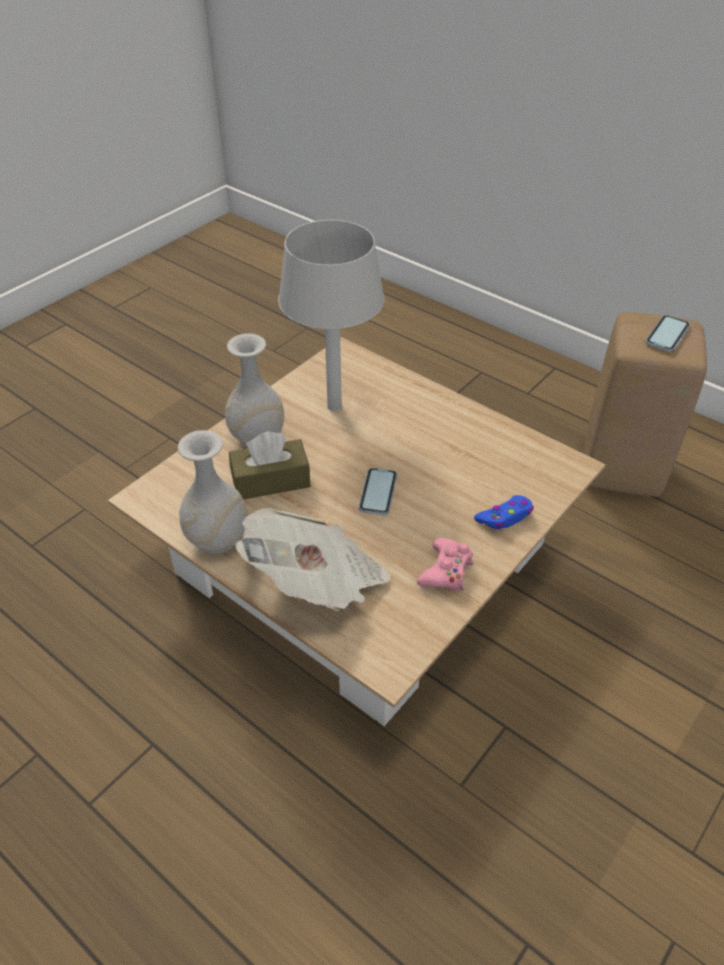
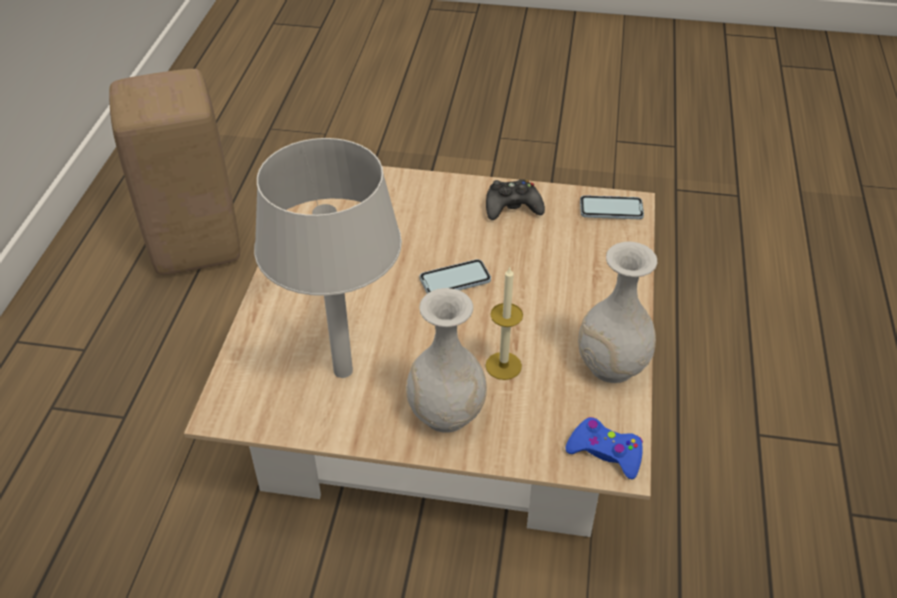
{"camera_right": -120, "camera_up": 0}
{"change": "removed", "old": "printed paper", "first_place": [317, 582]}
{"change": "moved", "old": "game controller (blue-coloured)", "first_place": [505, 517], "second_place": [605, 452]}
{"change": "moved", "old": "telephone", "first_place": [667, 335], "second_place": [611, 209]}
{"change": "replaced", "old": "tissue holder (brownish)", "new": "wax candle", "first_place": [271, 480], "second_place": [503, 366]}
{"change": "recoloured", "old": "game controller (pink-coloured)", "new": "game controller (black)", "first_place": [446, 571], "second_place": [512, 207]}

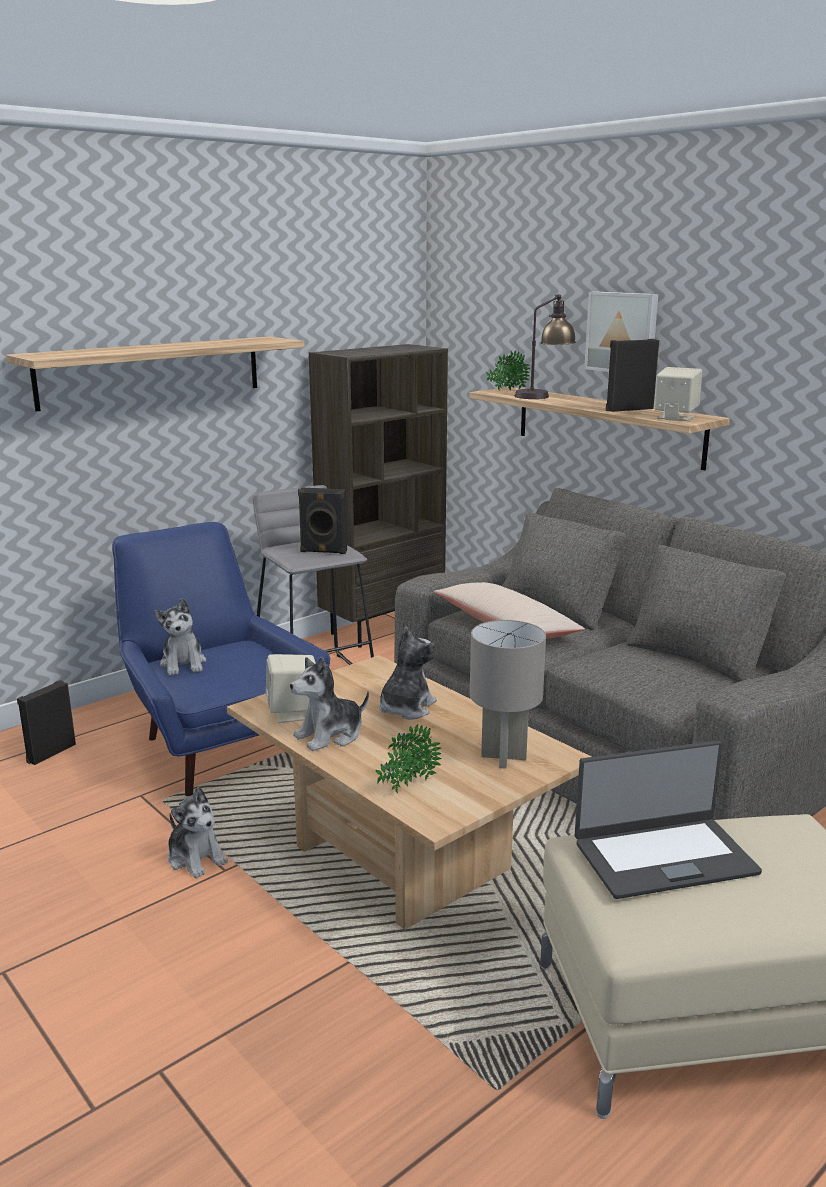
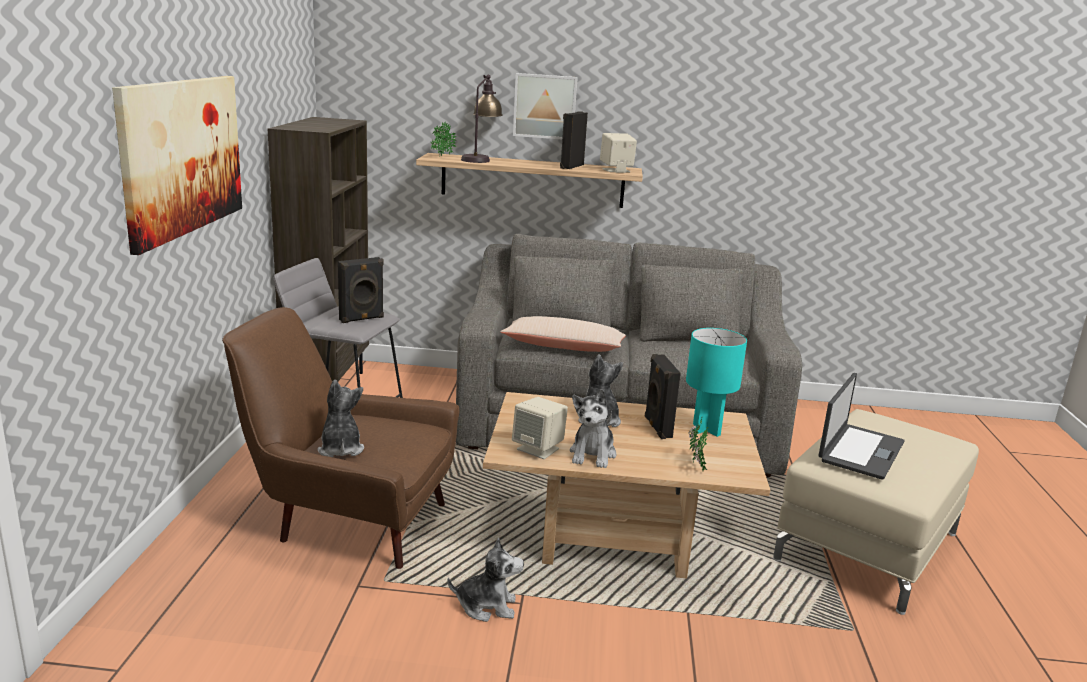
{"camera_right": -45, "camera_up": 0}
{"change": "moved", "old": "audio speaker (black)", "first_place": [50, 753], "second_place": [657, 427]}
{"change": "replaced", "old": "shelf", "new": "wall art", "first_place": [151, 371], "second_place": [182, 156]}
{"change": "recoloured", "old": "lounge chair (blue-coloured)", "new": "lounge chair (brownish)", "first_place": [216, 743], "second_place": [348, 521]}
{"change": "recoloured", "old": "lamp for a table (grey)", "new": "lamp for a table (turquoise)", "first_place": [503, 756], "second_place": [705, 429]}
{"change": "turned", "old": "soft toy", "first_place": [183, 664], "second_place": [340, 449], "degrees": -135}

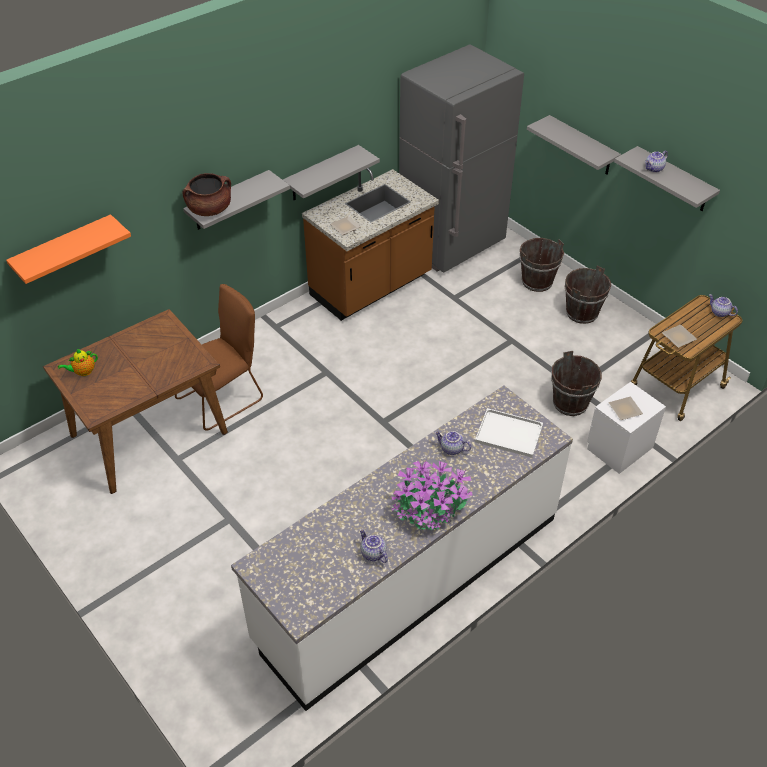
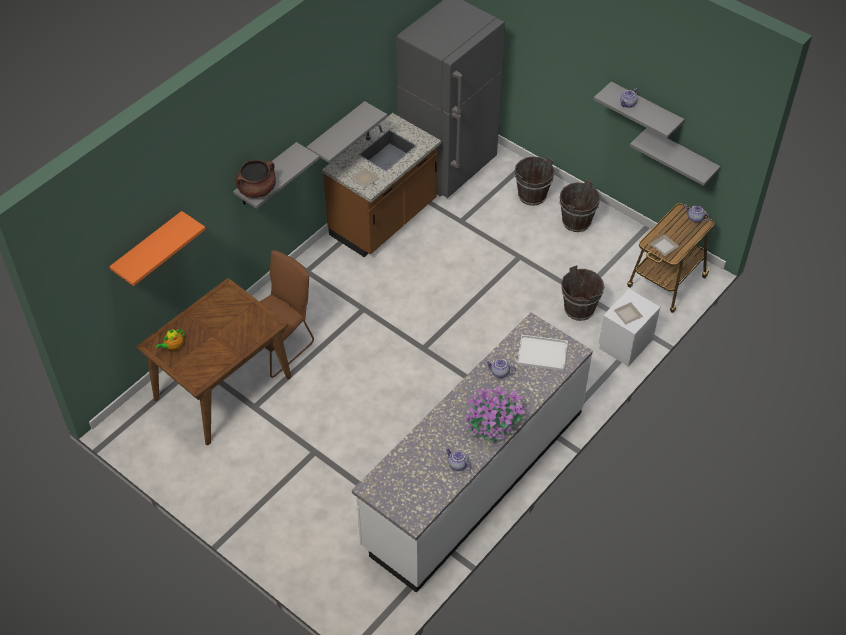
{"camera_right": -10, "camera_up": 5}
{"change": "moved", "old": "shelf (grey)", "first_place": [582, 146], "second_place": [681, 156]}

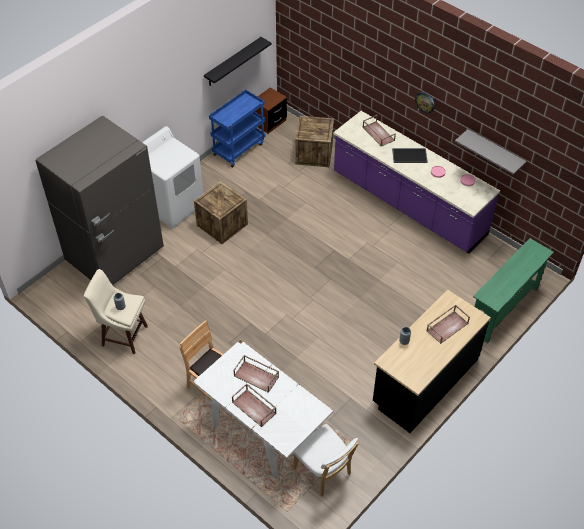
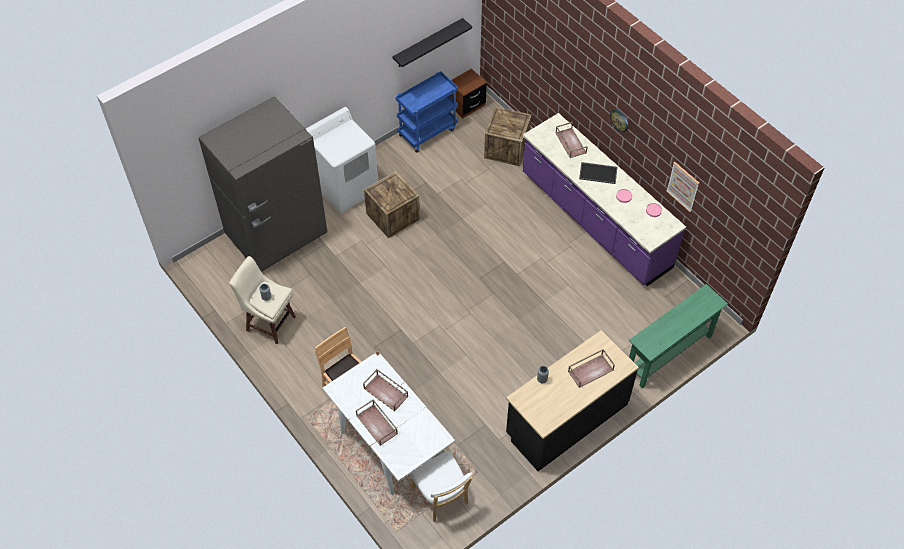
{"camera_right": 10, "camera_up": 5}
{"change": "replaced", "old": "shelf (grey)", "new": "wall art", "first_place": [495, 151], "second_place": [683, 186]}

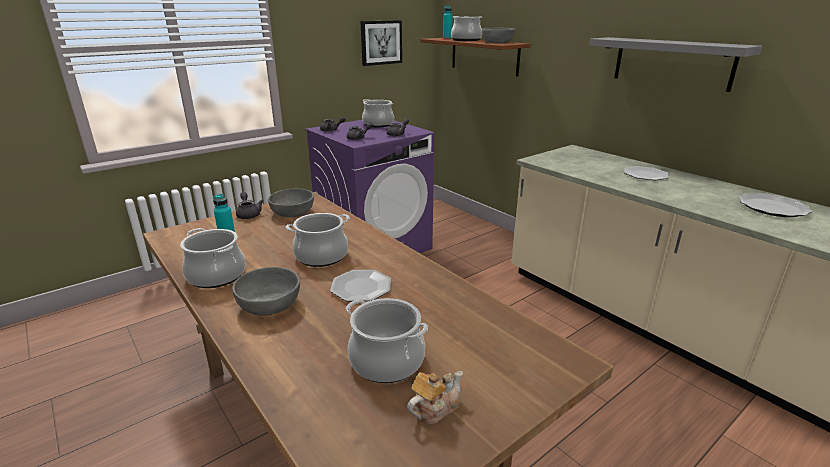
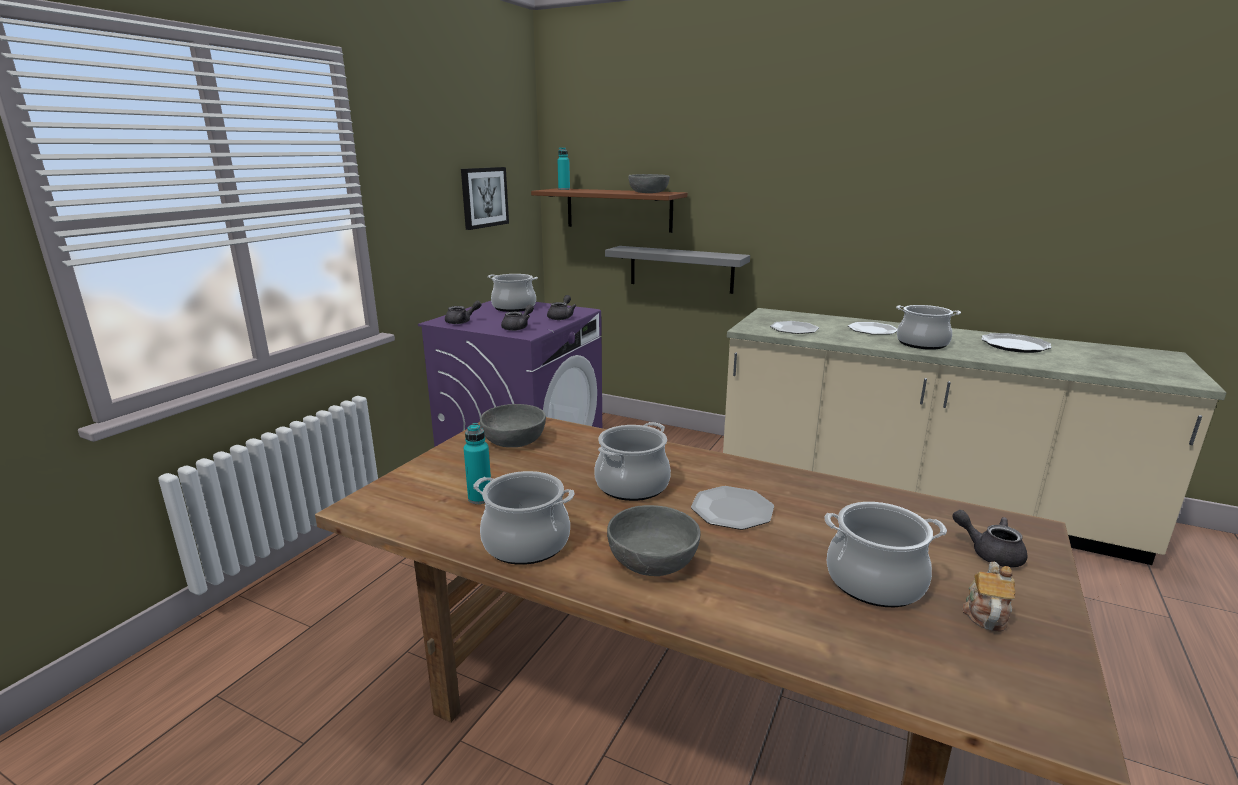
{"camera_right": -25, "camera_up": -5}
{"change": "added", "new": "dinner plate", "second_place": [794, 329]}
{"change": "moved", "old": "teapot (grey)", "first_place": [249, 214], "second_place": [990, 553]}
{"change": "moved", "old": "saucepot", "first_place": [466, 40], "second_place": [922, 343]}
{"change": "moved", "old": "shelf (grey)", "first_place": [672, 63], "second_place": [681, 269]}

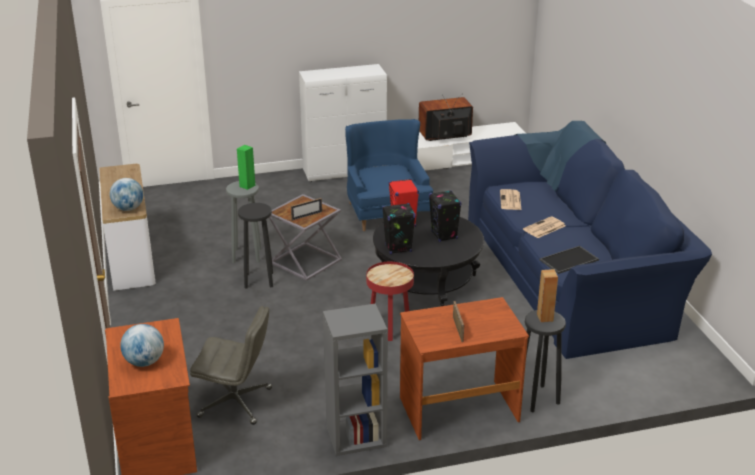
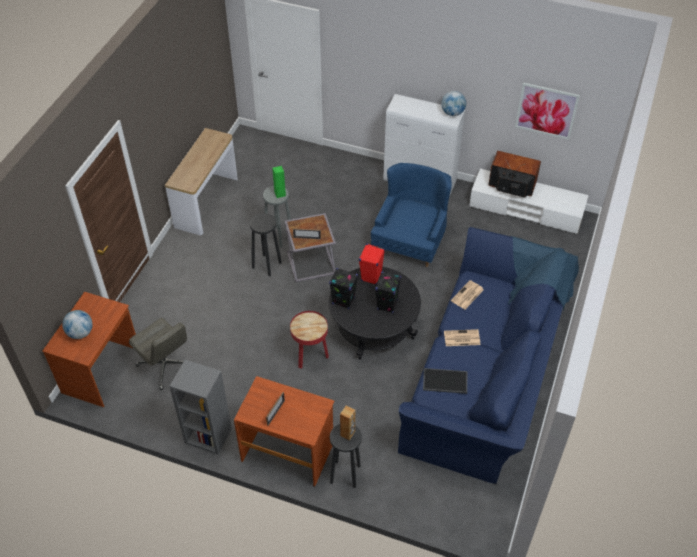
{"camera_right": 35, "camera_up": 20}
{"change": "added", "new": "wall art", "second_place": [546, 111]}
{"change": "moved", "old": "desk globe", "first_place": [128, 208], "second_place": [452, 113]}

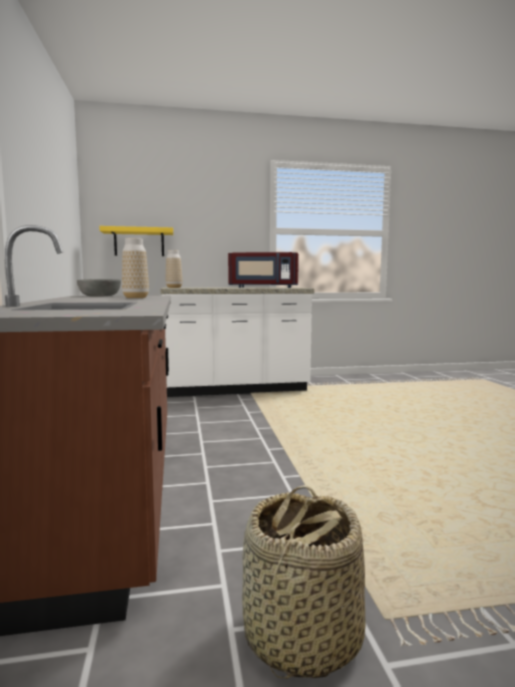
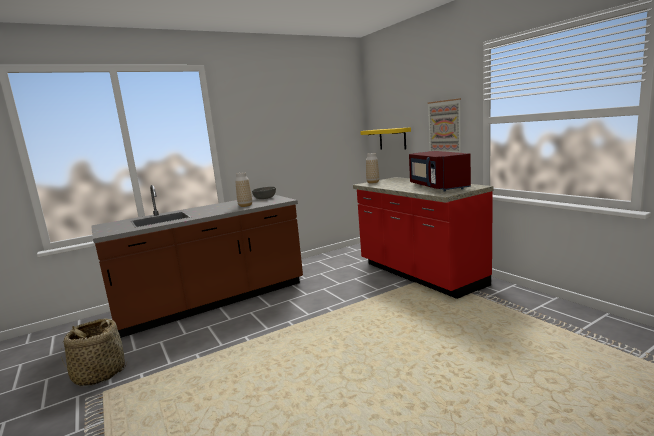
{"camera_right": 70, "camera_up": 5}
{"change": "added", "new": "wall art", "second_place": [445, 128]}
{"change": "recoloured", "old": "kitchen base unit (white)", "new": "kitchen base unit (reddish)", "first_place": [235, 389], "second_place": [419, 275]}

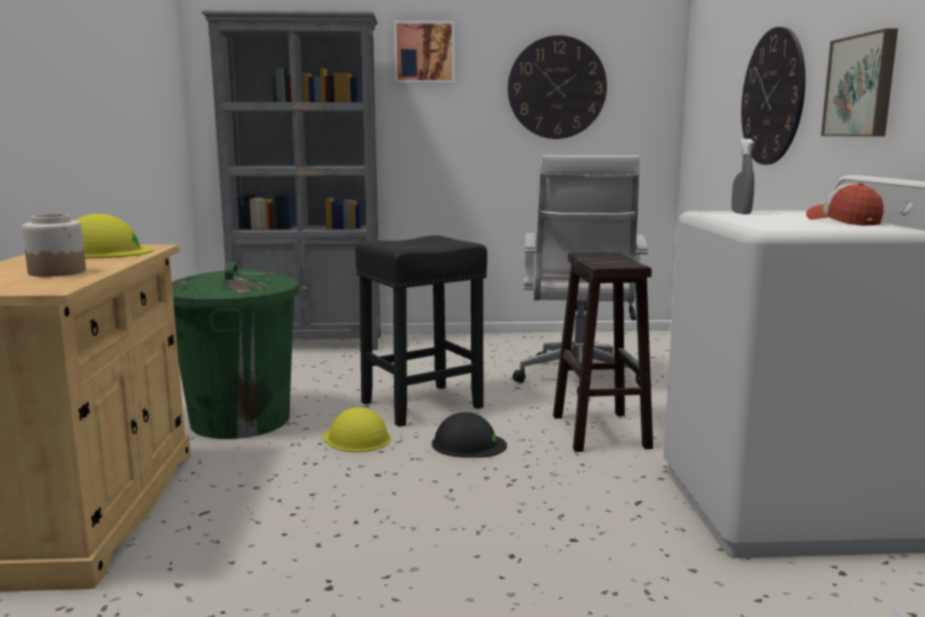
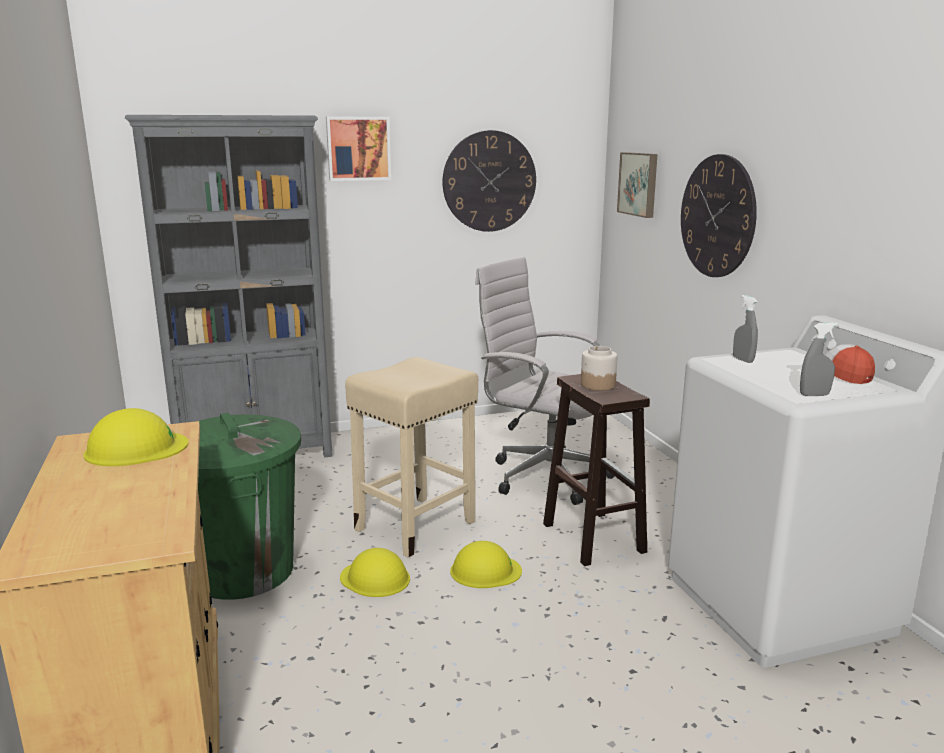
{"camera_right": -15, "camera_up": 5}
{"change": "added", "new": "hand sprayer (grey)", "second_place": [814, 395]}
{"change": "moved", "old": "preserve jar", "first_place": [57, 272], "second_place": [597, 385]}
{"change": "moved", "old": "wall art", "first_place": [862, 86], "second_place": [639, 184]}
{"change": "recoloured", "old": "stool (black)", "new": "stool (beige-coloured)", "first_place": [423, 404], "second_place": [416, 525]}
{"change": "recoloured", "old": "hard hat (black)", "new": "hard hat (yellow-coloured)", "first_place": [468, 444], "second_place": [485, 571]}
{"change": "turned", "old": "computer chair (white)", "first_place": [578, 380], "second_place": [544, 475], "degrees": 135}

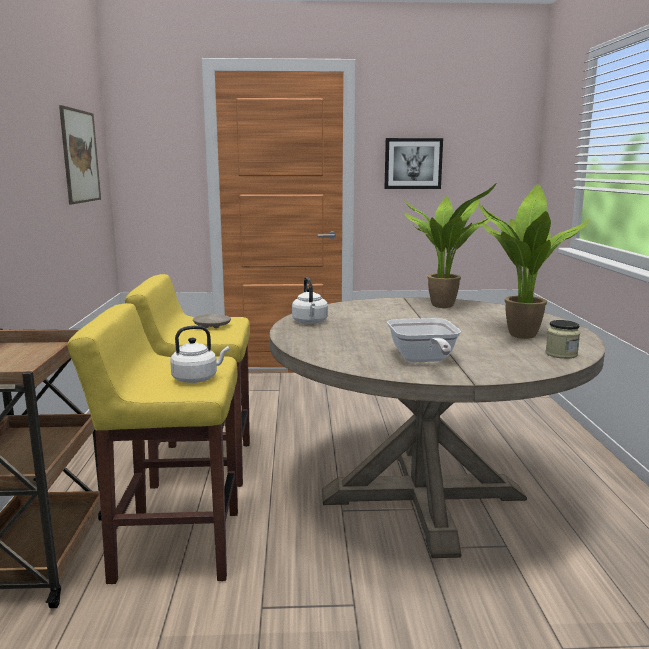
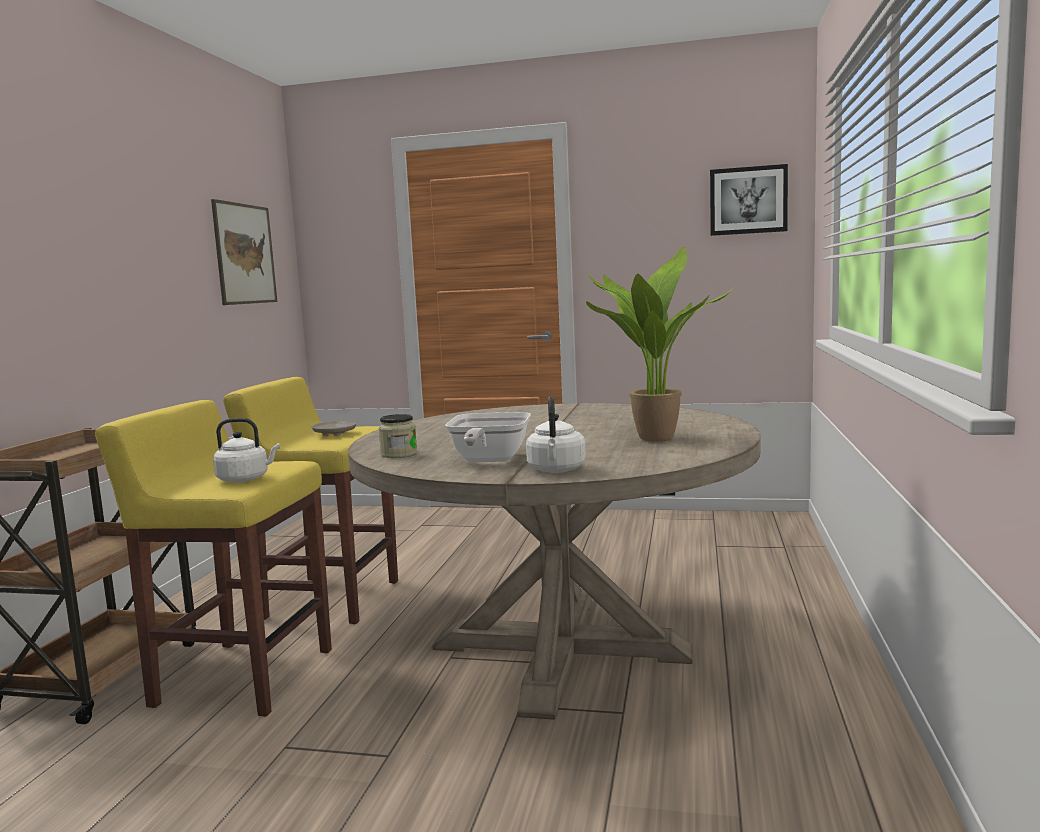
{"camera_right": 15, "camera_up": -5}
{"change": "removed", "old": "houseplant", "first_place": [445, 305]}
{"change": "moved", "old": "kettle (white)", "first_place": [310, 322], "second_place": [556, 470]}
{"change": "moved", "old": "wall art", "first_place": [413, 163], "second_place": [748, 200]}
{"change": "moved", "old": "preserve jar", "first_place": [561, 354], "second_place": [399, 454]}

